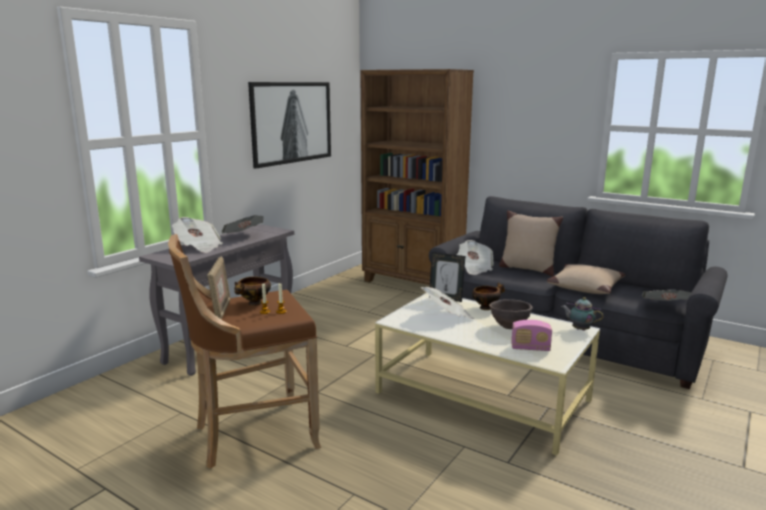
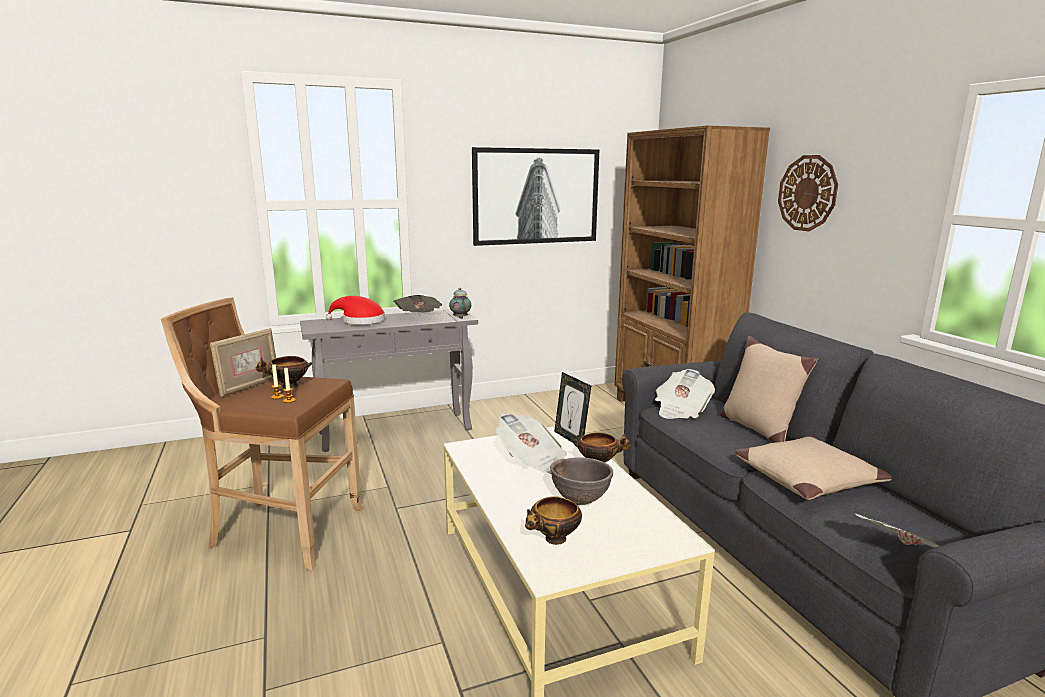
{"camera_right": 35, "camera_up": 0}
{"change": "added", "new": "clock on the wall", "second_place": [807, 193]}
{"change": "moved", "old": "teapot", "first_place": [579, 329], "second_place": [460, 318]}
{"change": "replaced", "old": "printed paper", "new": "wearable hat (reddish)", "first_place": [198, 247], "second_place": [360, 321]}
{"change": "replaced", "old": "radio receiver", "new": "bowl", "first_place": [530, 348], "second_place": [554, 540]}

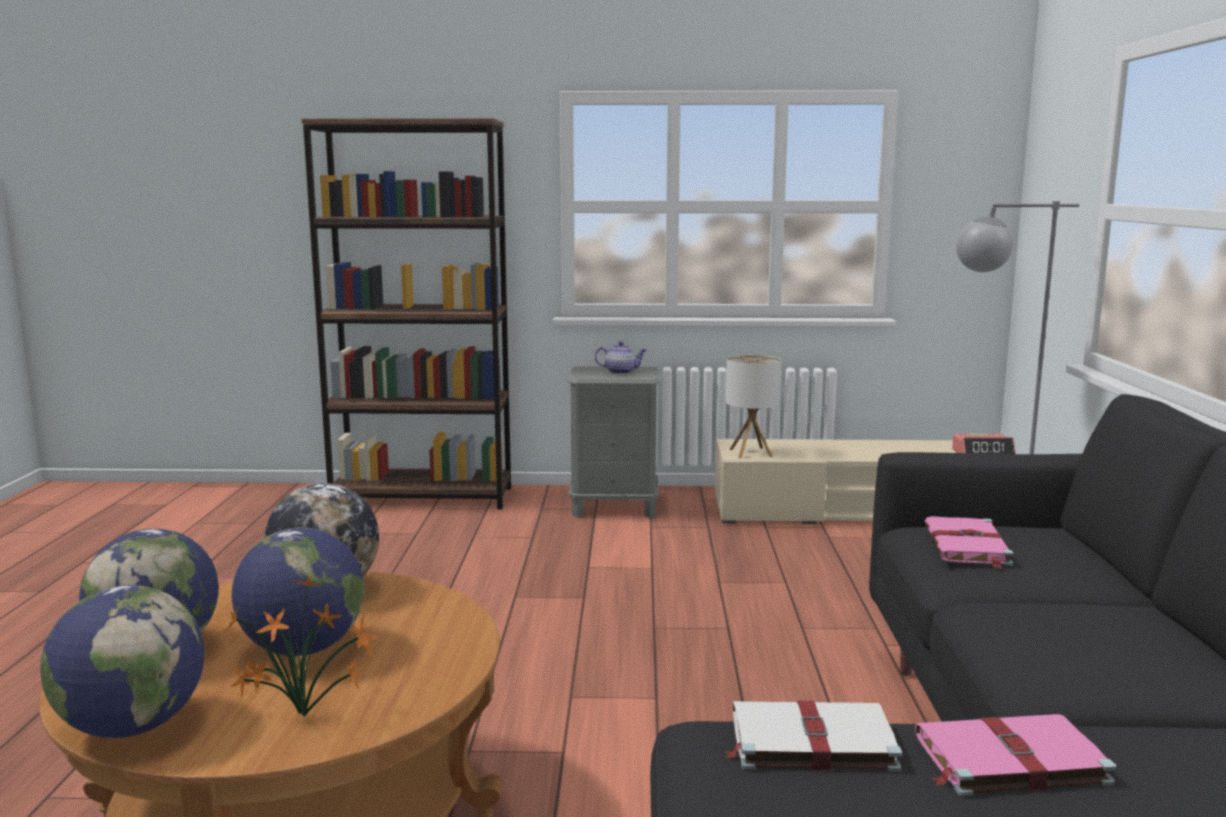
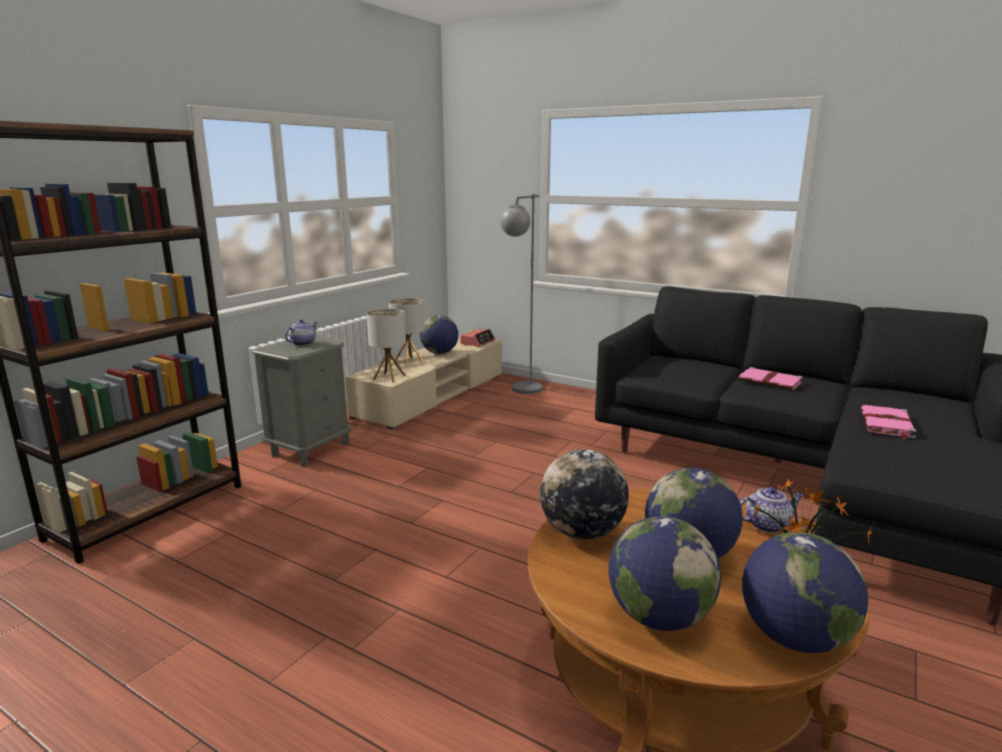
{"camera_right": -60, "camera_up": 5}
{"change": "removed", "old": "volume (white)", "first_place": [809, 741]}
{"change": "added", "new": "lamp for a table", "second_place": [409, 362]}
{"change": "added", "new": "desk globe", "second_place": [439, 353]}
{"change": "added", "new": "teapot", "second_place": [767, 525]}
{"change": "moved", "old": "volume (pink-coloured)", "first_place": [966, 546], "second_place": [771, 381]}

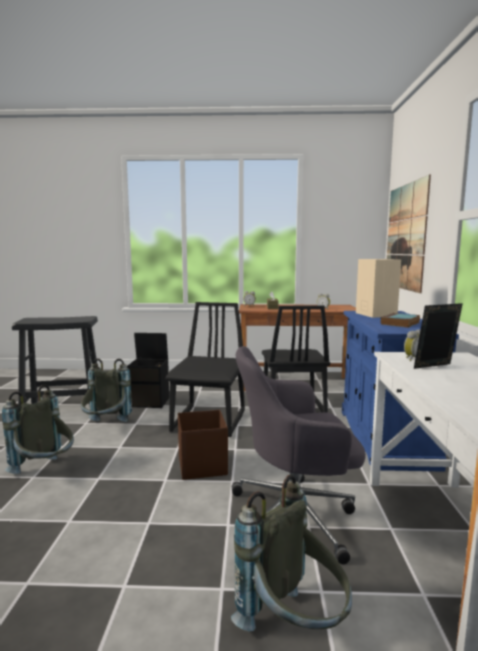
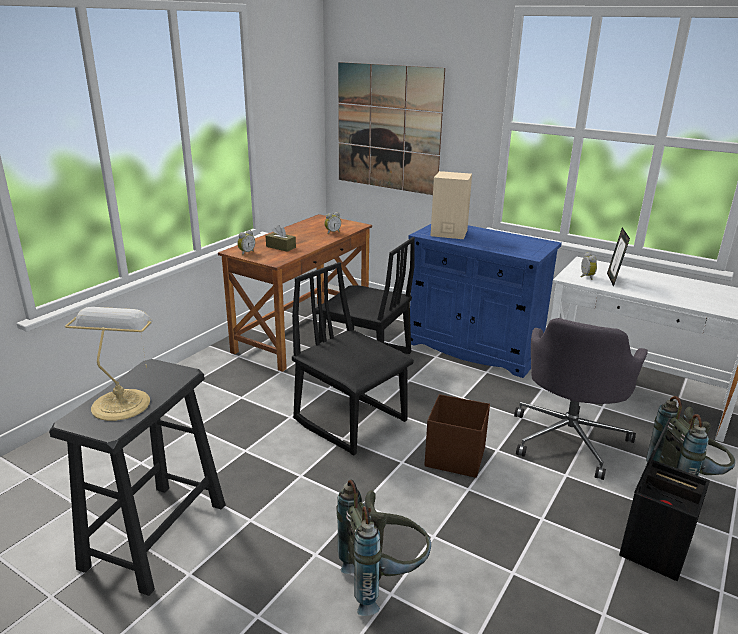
{"camera_right": -60, "camera_up": 15}
{"change": "removed", "old": "knapsack (grey)", "first_place": [106, 426]}
{"change": "removed", "old": "volume", "first_place": [400, 323]}
{"change": "added", "new": "lamp for a table", "second_place": [122, 402]}
{"change": "moved", "old": "storage bin (black)", "first_place": [150, 402], "second_place": [654, 547]}

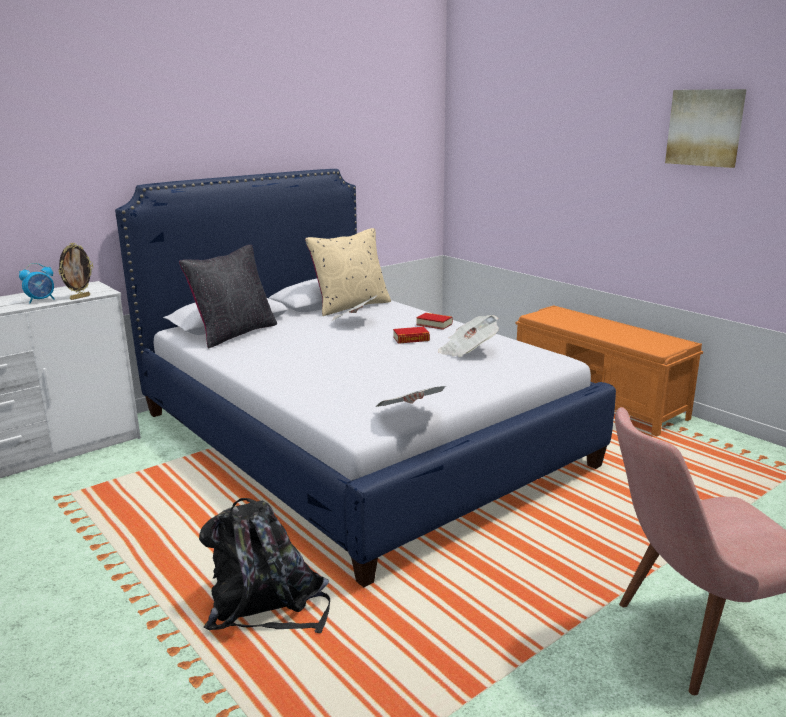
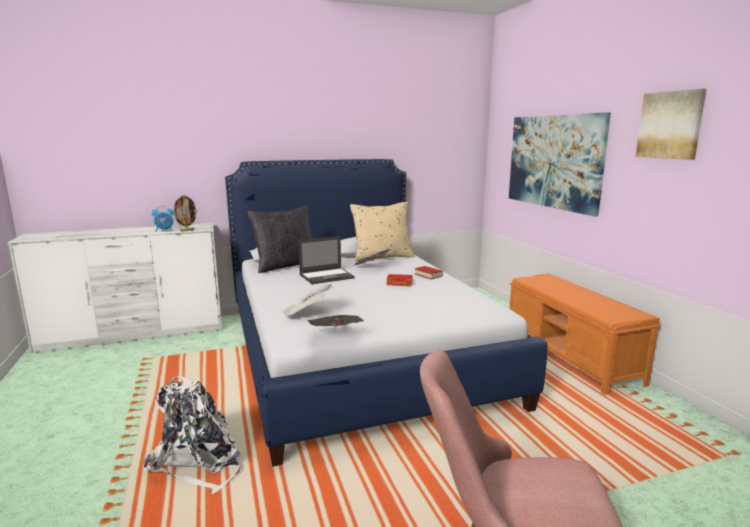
{"camera_right": 20, "camera_up": -5}
{"change": "added", "new": "portable computer", "second_place": [327, 276]}
{"change": "added", "new": "wall art", "second_place": [553, 161]}
{"change": "moved", "old": "printed paper", "first_place": [467, 351], "second_place": [306, 313]}
{"change": "recoloured", "old": "knapsack (black)", "new": "knapsack (white)", "first_place": [266, 604], "second_place": [199, 461]}

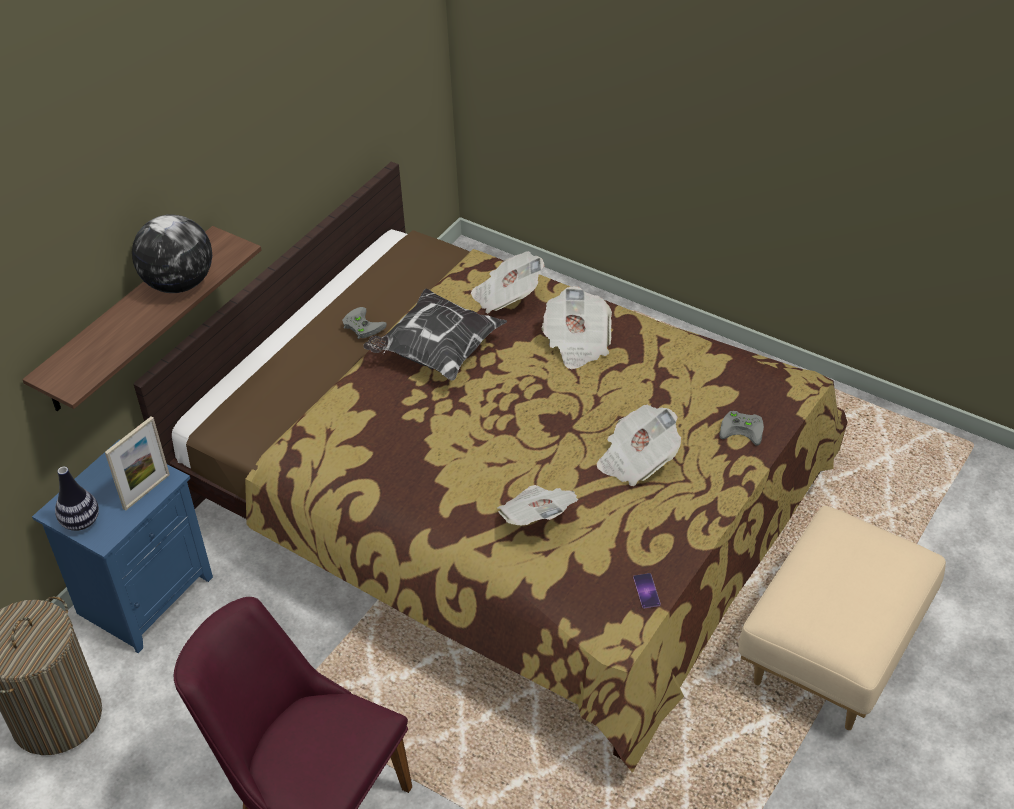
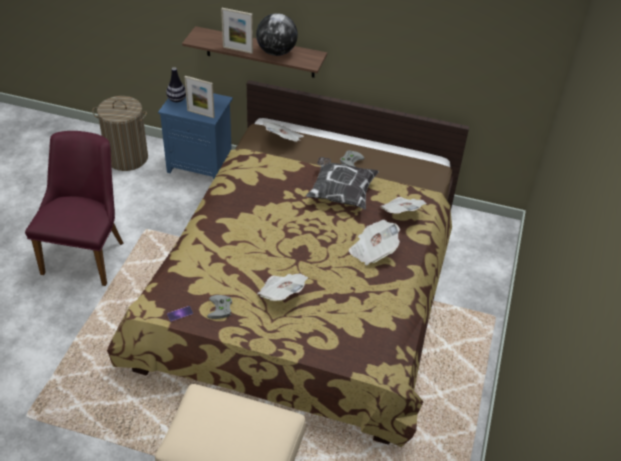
{"camera_right": 70, "camera_up": 0}
{"change": "added", "new": "photo frame", "second_place": [237, 50]}
{"change": "moved", "old": "printed paper", "first_place": [537, 518], "second_place": [284, 140]}
{"change": "moved", "old": "game controller (grey)", "first_place": [743, 429], "second_place": [221, 309]}

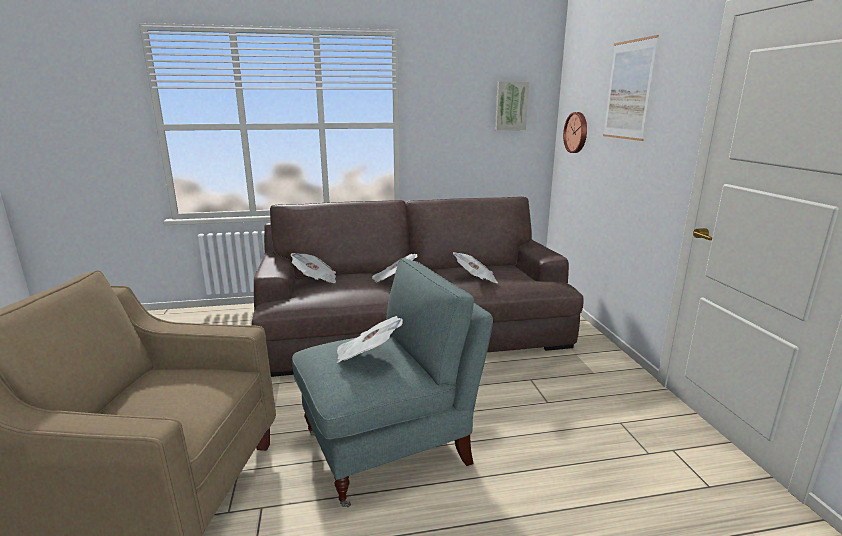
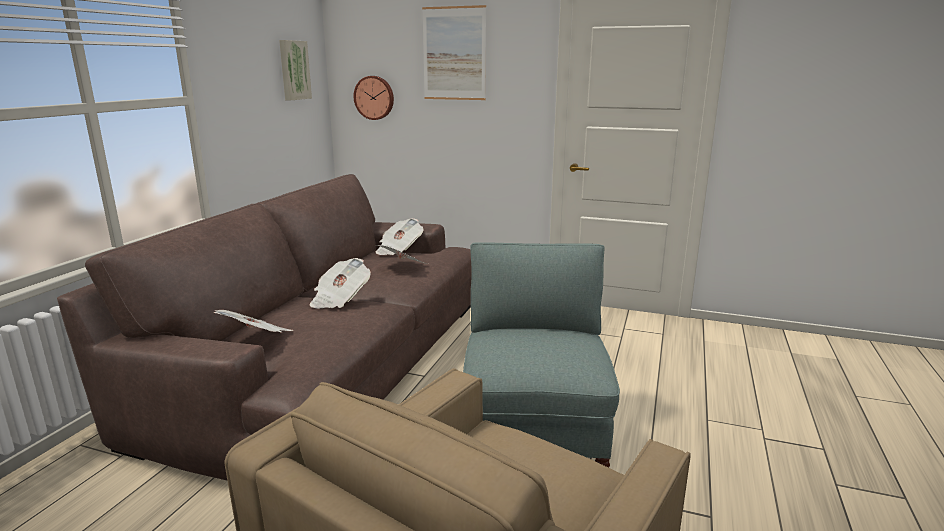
{"camera_right": -60, "camera_up": 0}
{"change": "moved", "old": "printed paper", "first_place": [367, 355], "second_place": [398, 250]}

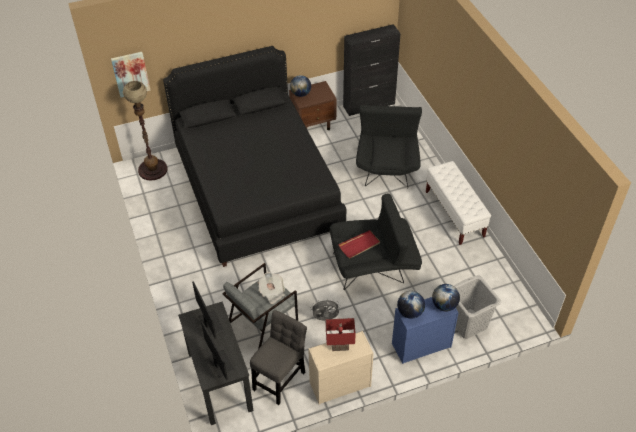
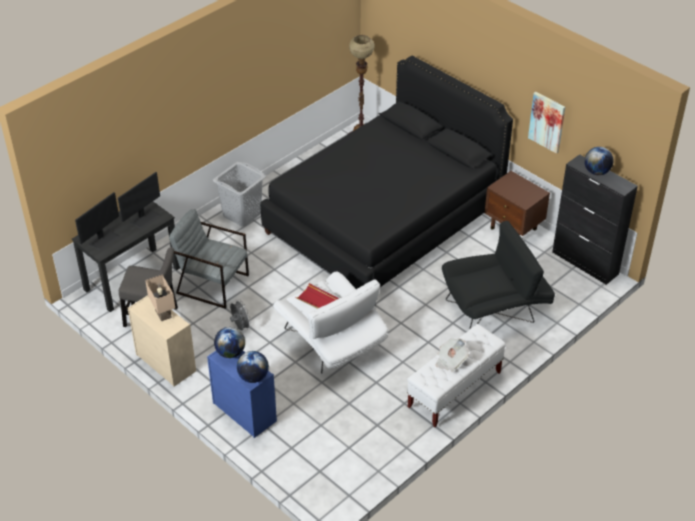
{"camera_right": 65, "camera_up": -5}
{"change": "moved", "old": "wall art", "first_place": [130, 74], "second_place": [547, 122]}
{"change": "moved", "old": "printed paper", "first_place": [272, 292], "second_place": [450, 360]}
{"change": "moved", "old": "desk globe", "first_place": [300, 94], "second_place": [596, 172]}
{"change": "moved", "old": "washing basket (grey)", "first_place": [468, 324], "second_place": [242, 214]}
{"change": "recoloured", "old": "lamp for a table (reddish)", "new": "lamp for a table (beige-coloured)", "first_place": [339, 347], "second_place": [162, 314]}
{"change": "recoloured", "old": "lounge chair (black)", "new": "lounge chair (white)", "first_place": [374, 266], "second_place": [332, 343]}

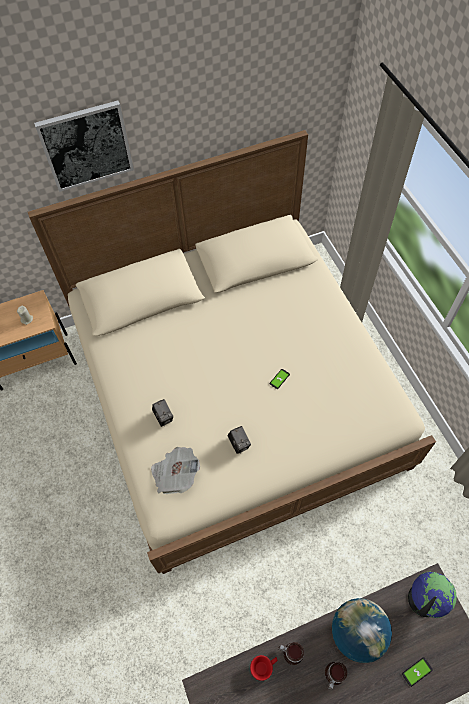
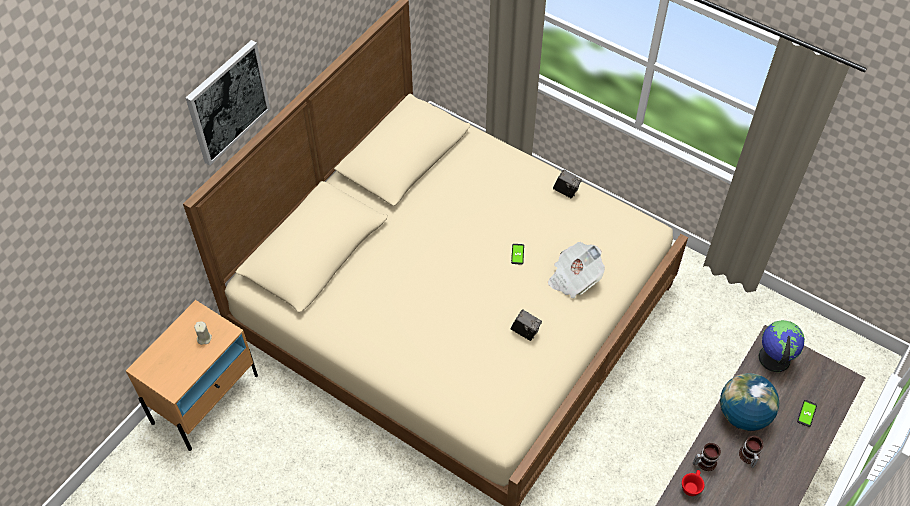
{"camera_right": -35, "camera_up": -5}
{"change": "moved", "old": "printed paper", "first_place": [175, 475], "second_place": [574, 278]}
{"change": "moved", "old": "photo camera", "first_place": [163, 417], "second_place": [566, 191]}

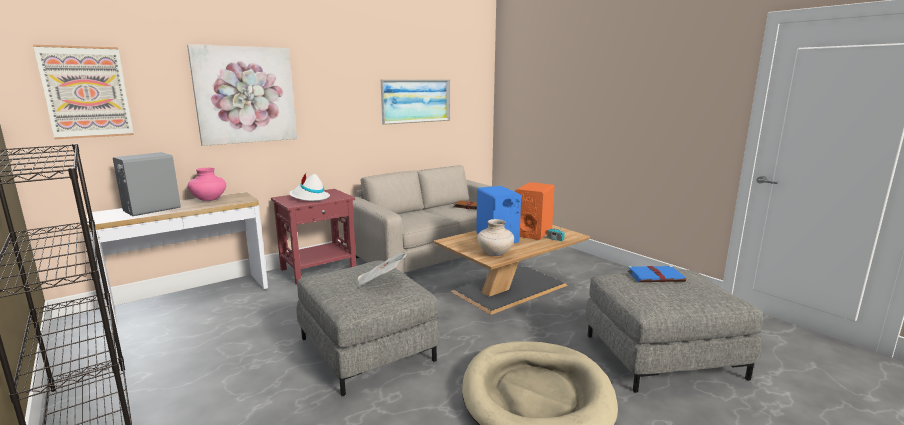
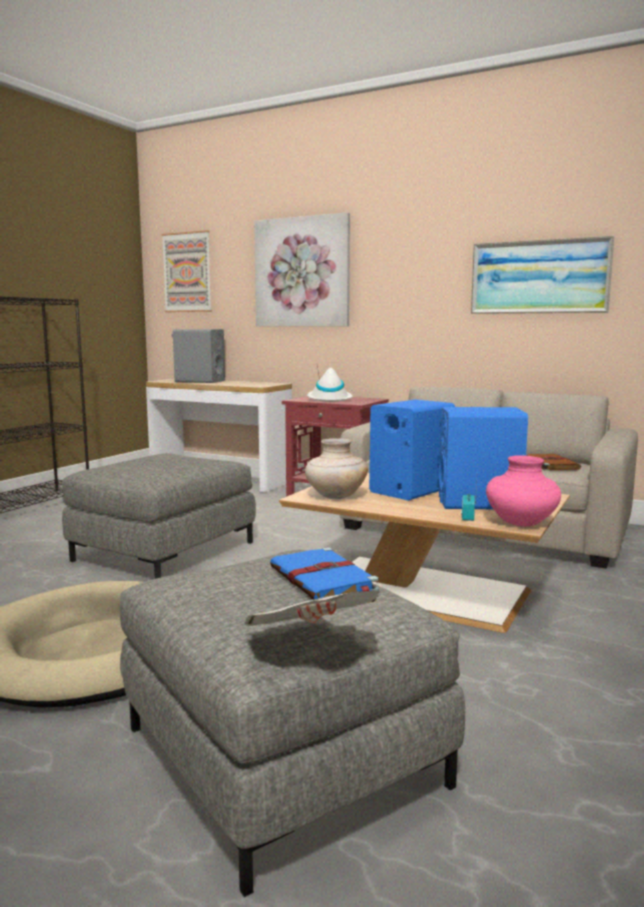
{"camera_right": 65, "camera_up": -5}
{"change": "moved", "old": "decorative vase (pink-coloured)", "first_place": [209, 199], "second_place": [521, 522]}
{"change": "moved", "old": "printed paper", "first_place": [380, 281], "second_place": [310, 645]}
{"change": "recoloured", "old": "audio speaker (orangey)", "new": "audio speaker (blue-coloured)", "first_place": [533, 232], "second_place": [479, 503]}

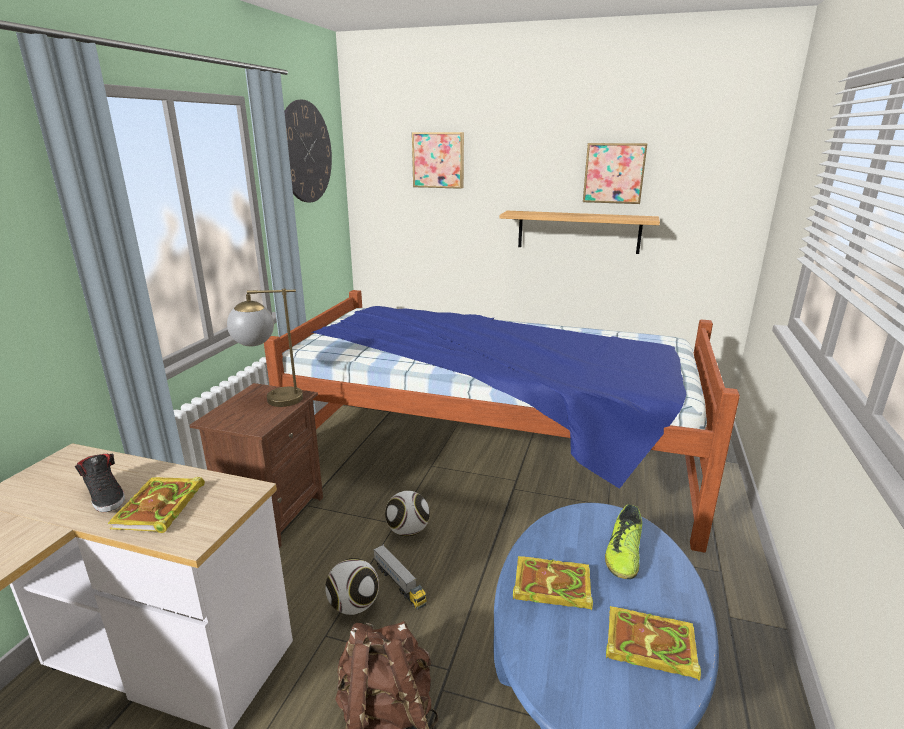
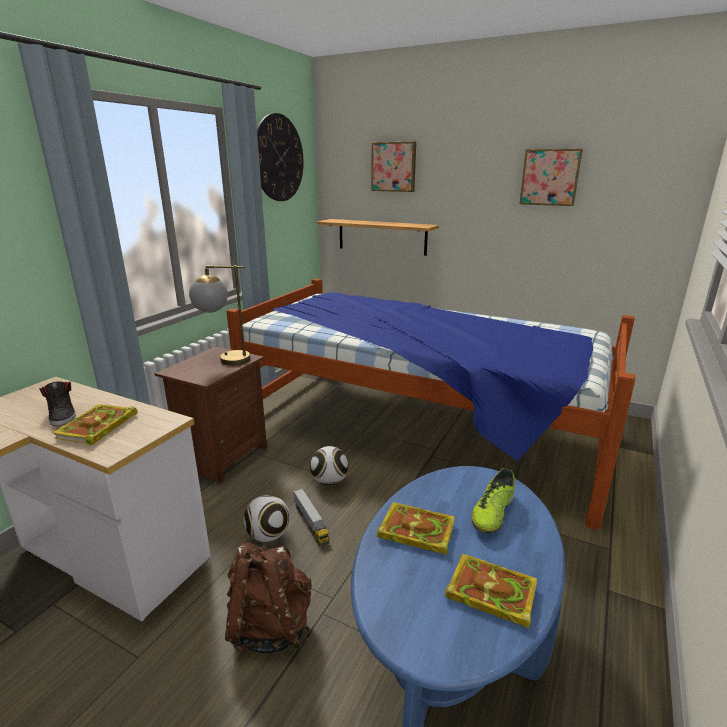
{"camera_right": 10, "camera_up": 0}
{"change": "moved", "old": "shelf", "first_place": [578, 232], "second_place": [381, 236]}

